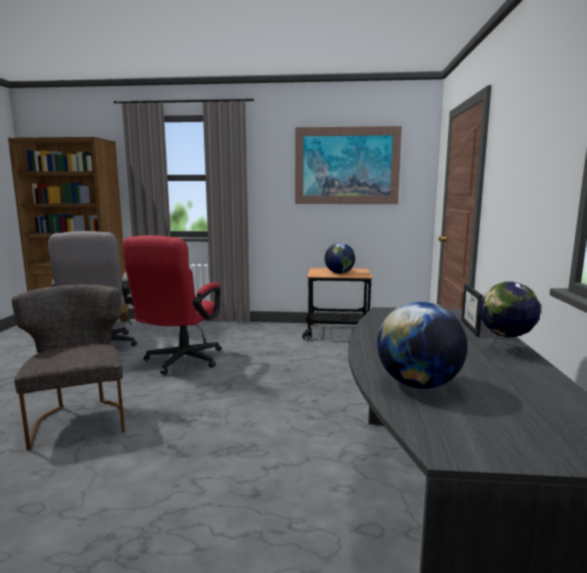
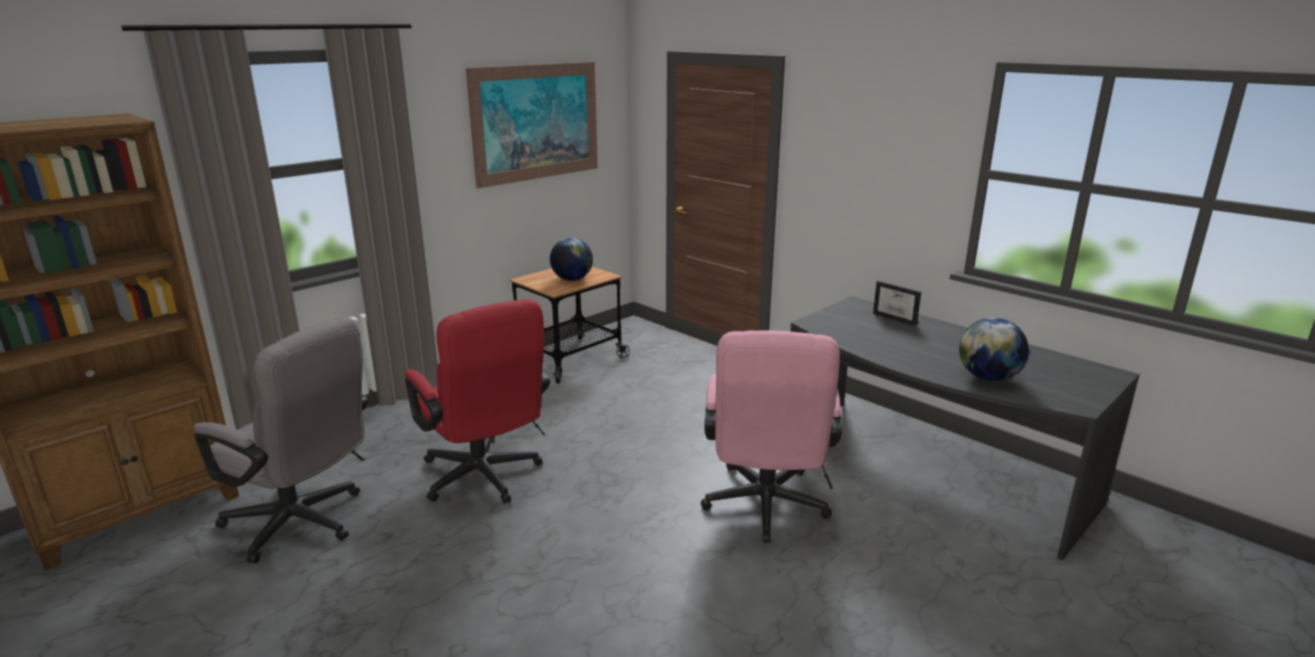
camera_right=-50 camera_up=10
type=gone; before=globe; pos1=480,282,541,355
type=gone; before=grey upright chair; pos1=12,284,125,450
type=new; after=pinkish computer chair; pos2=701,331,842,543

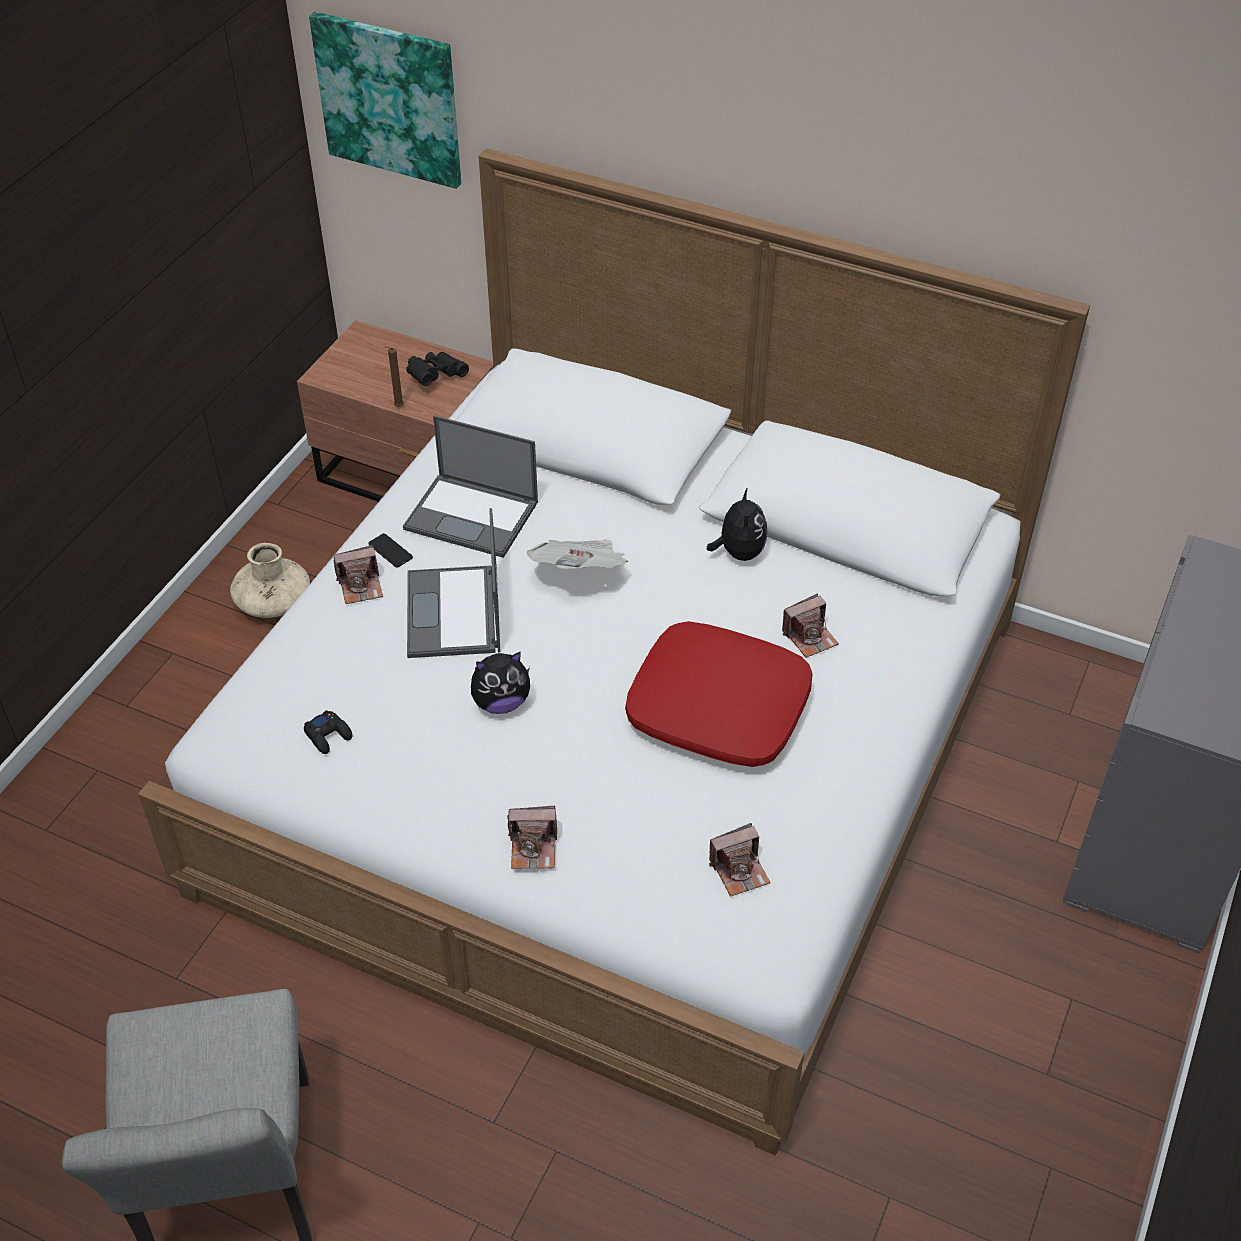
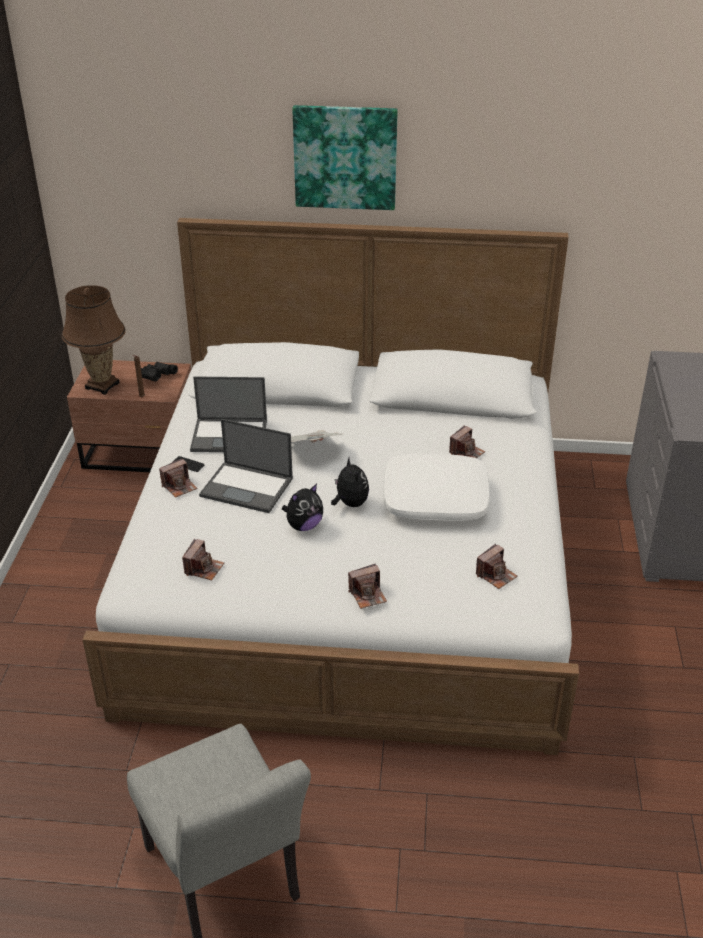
camera_right=-20 camera_up=-10
type=shifted; before=picture; pos1=309,12,461,189; pos2=292,105,398,210
type=shifted; before=soft toy; pos1=706,487,768,561; pos2=331,458,369,507
type=rotated; before=laptop; pos1=407,508,500,658; pos2=199,419,293,513; turn=-45
type=gone; before=beige-coloured vase; pos1=230,543,310,618
type=repainted; before=red-coloured cushion; after=white cushion; pos1=625,621,812,767; pos2=383,454,490,521
type=swapped; before=black-coloured joypad; after=photo camera; pos1=304,710,352,754; pos2=182,539,224,580
type=new; after=brown-coloured table lamp; pos2=62,285,126,395

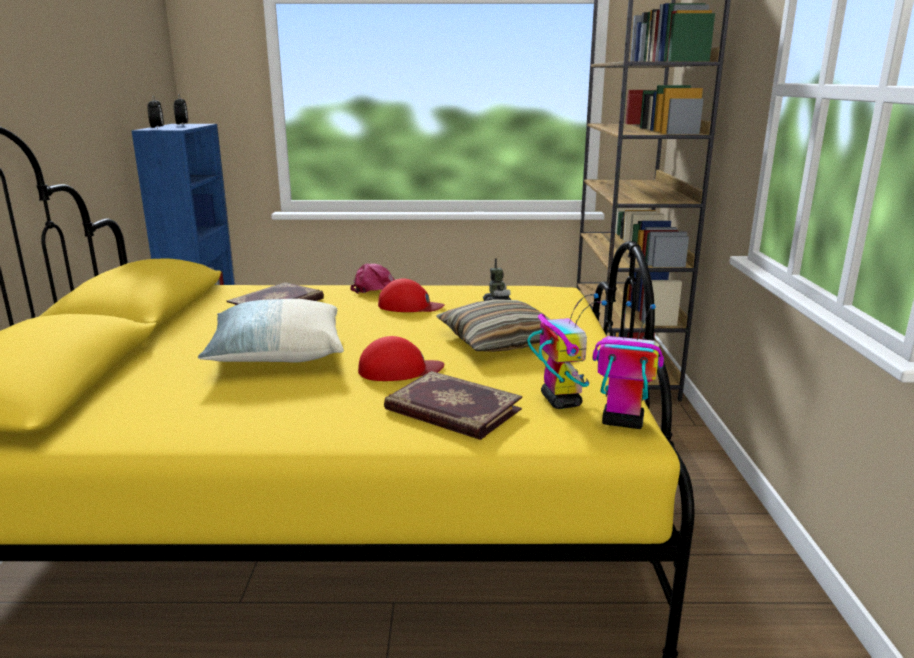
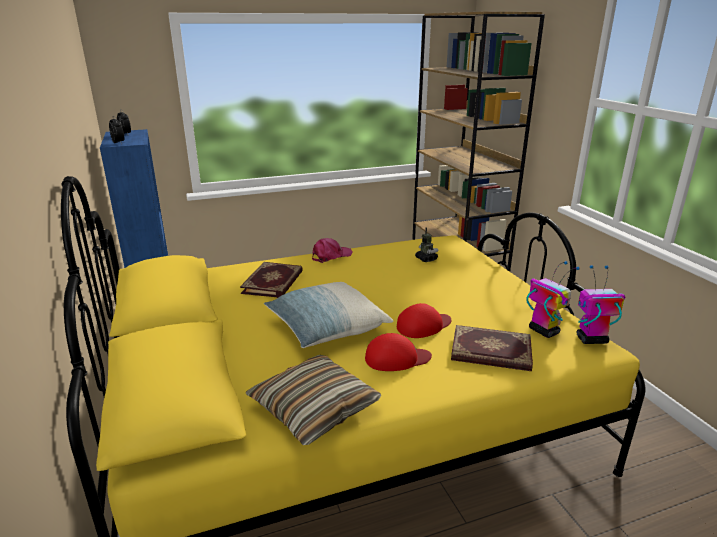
camera_right=-20 camera_up=5
type=shifted; before=red-coloured cap; pos1=378,278,445,312; pos2=365,333,432,371
type=shifted; before=cushion; pos1=436,299,551,352; pos2=246,355,381,445

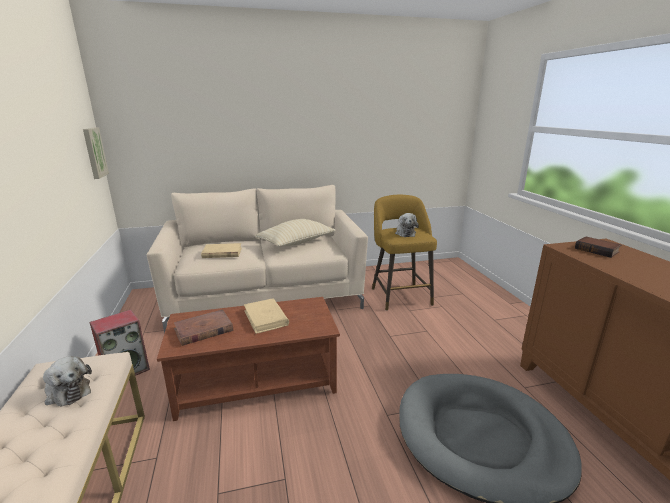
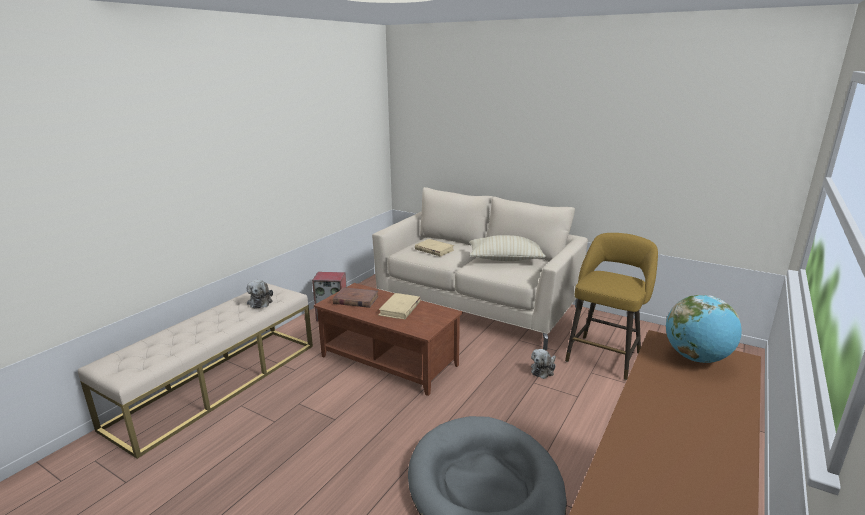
camera_right=45 camera_up=0
type=gone; before=picture; pos1=83,127,109,179
type=shifted; before=soft toy; pos1=395,213,419,237; pos2=531,349,556,379
type=swapped; before=book; after=globe; pos1=575,237,621,258; pos2=666,295,742,363

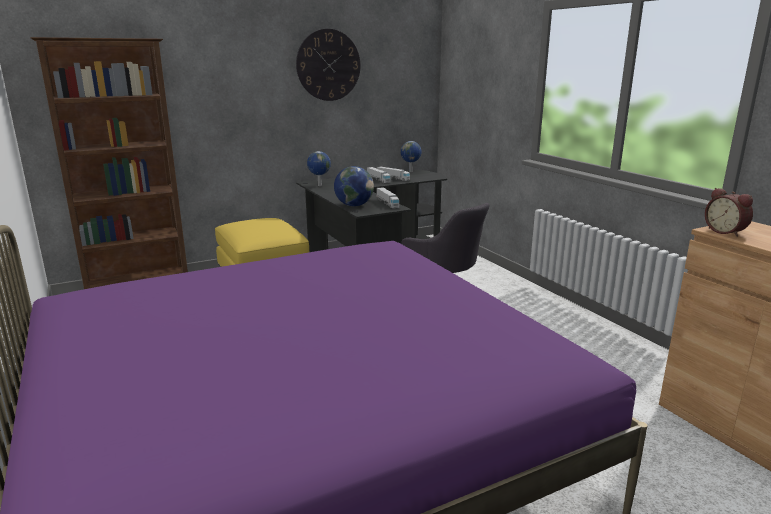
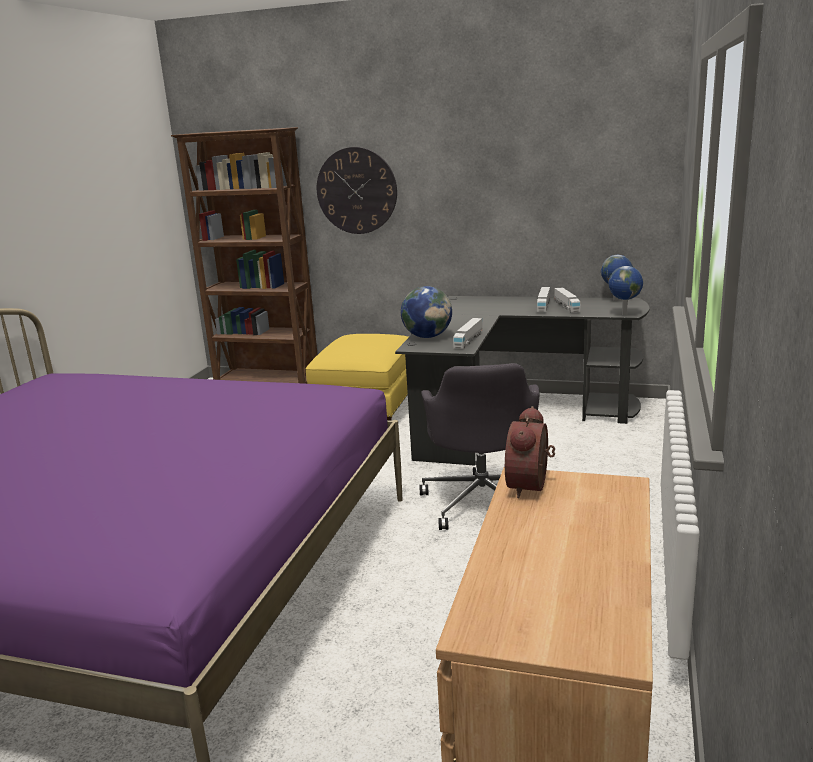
camera_right=45 camera_up=0
type=shifted; before=wall clock; pos1=296,29,360,101; pos2=317,147,397,234
type=shifted; before=globe; pos1=307,151,331,186; pos2=608,266,643,315

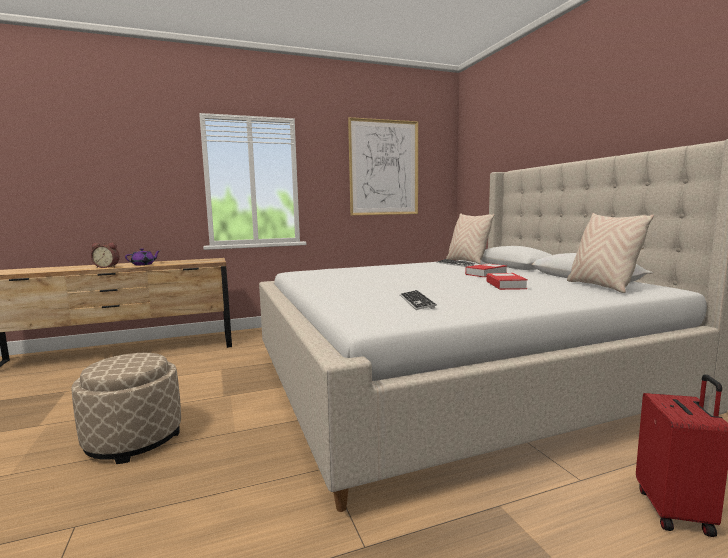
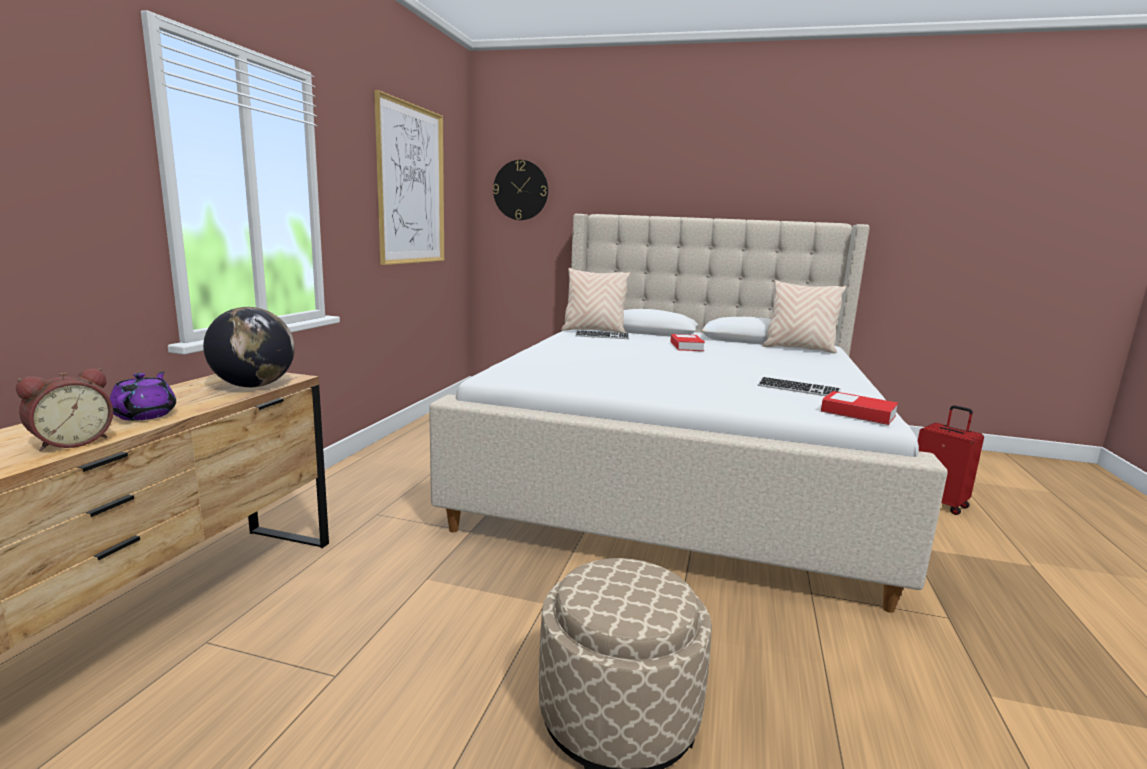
camera_right=-55 camera_up=5
type=shifted; before=book; pos1=486,273,528,290; pos2=821,391,898,425
type=new; after=wall clock; pos2=493,160,548,220
type=new; after=globe; pos2=203,307,295,387

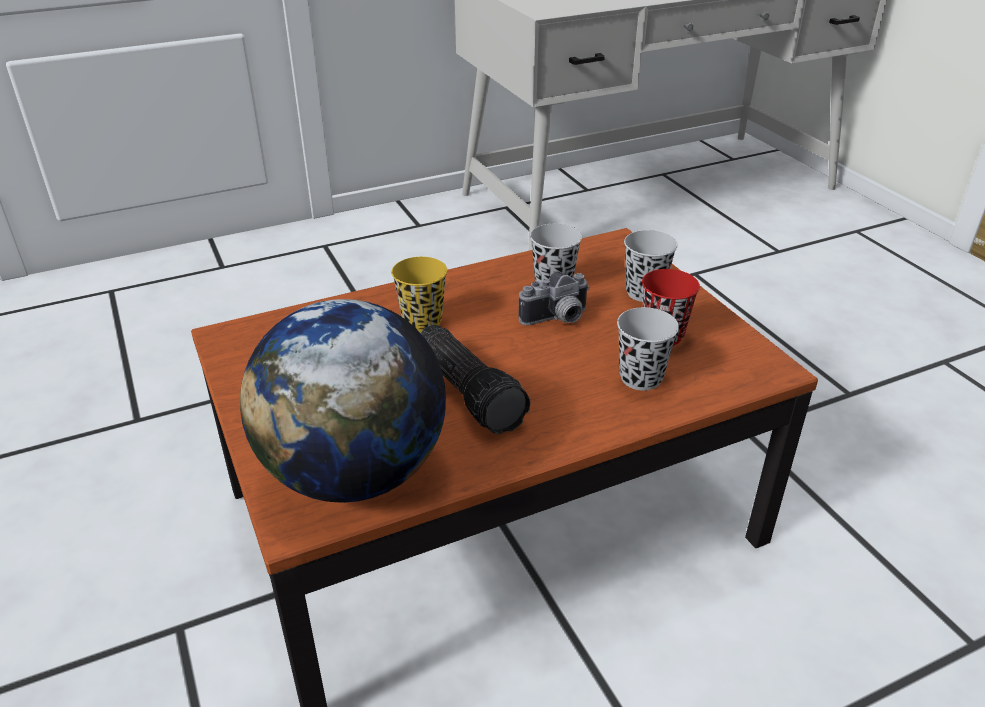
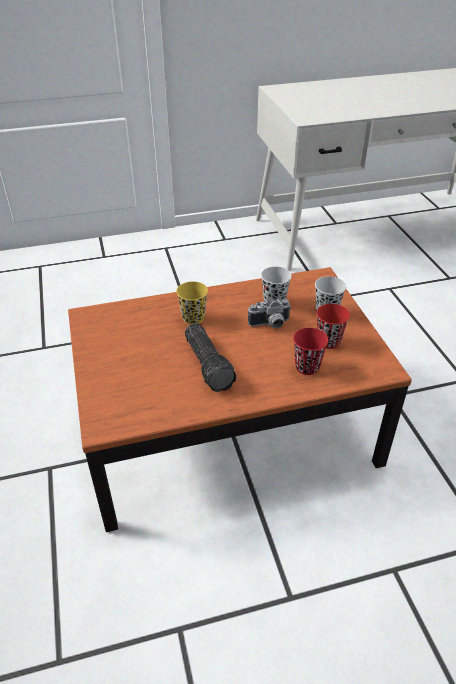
camera_right=10 camera_up=5
type=gone; before=globe; pos1=240,299,446,503
type=repainted; before=black-coloured small cup; after=red-coloured small cup; pos1=617,307,679,391; pos2=293,328,328,375

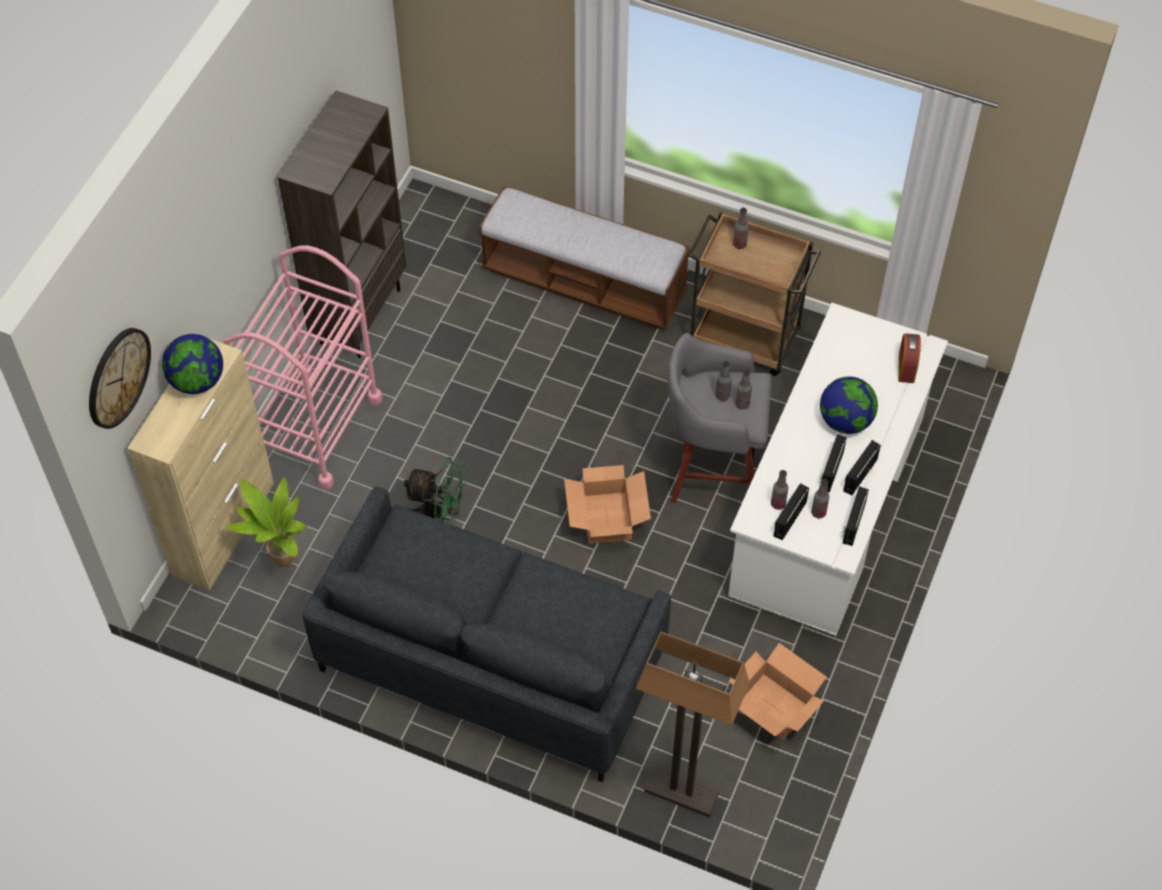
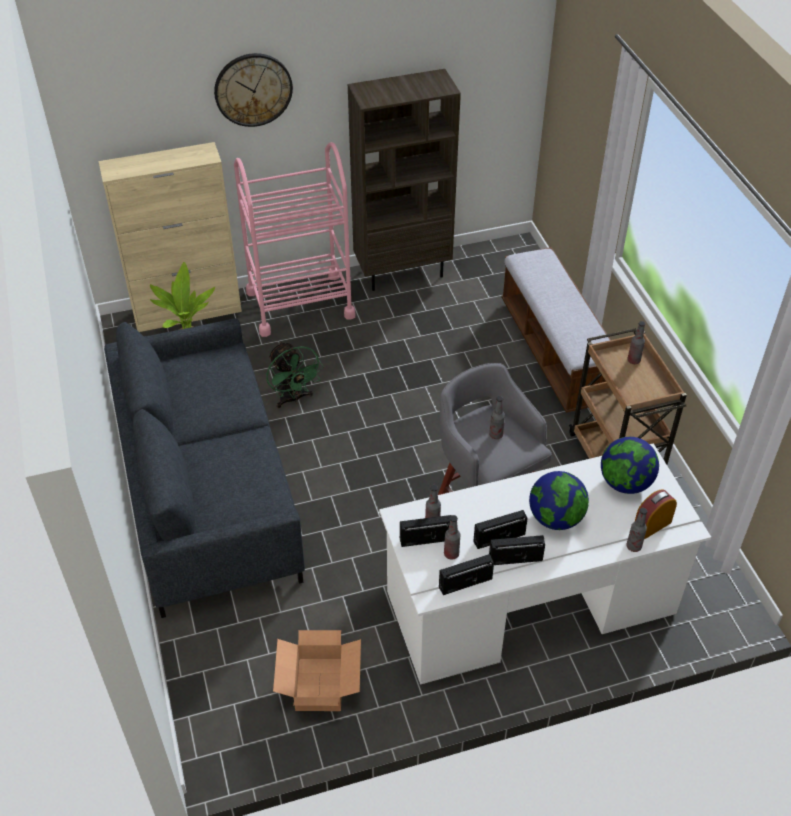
camera_right=50 camera_up=-10
type=shifted; before=wall clock; pos1=89,328,151,429; pos2=214,53,293,127
type=shifted; before=globe; pos1=162,334,223,394; pos2=601,437,659,494
type=shifted; before=bottle; pos1=736,369,752,409; pos2=626,508,647,552
type=gone; before=carton; pos1=564,465,651,544
type=gone; before=standard lamp; pos1=635,632,750,817

